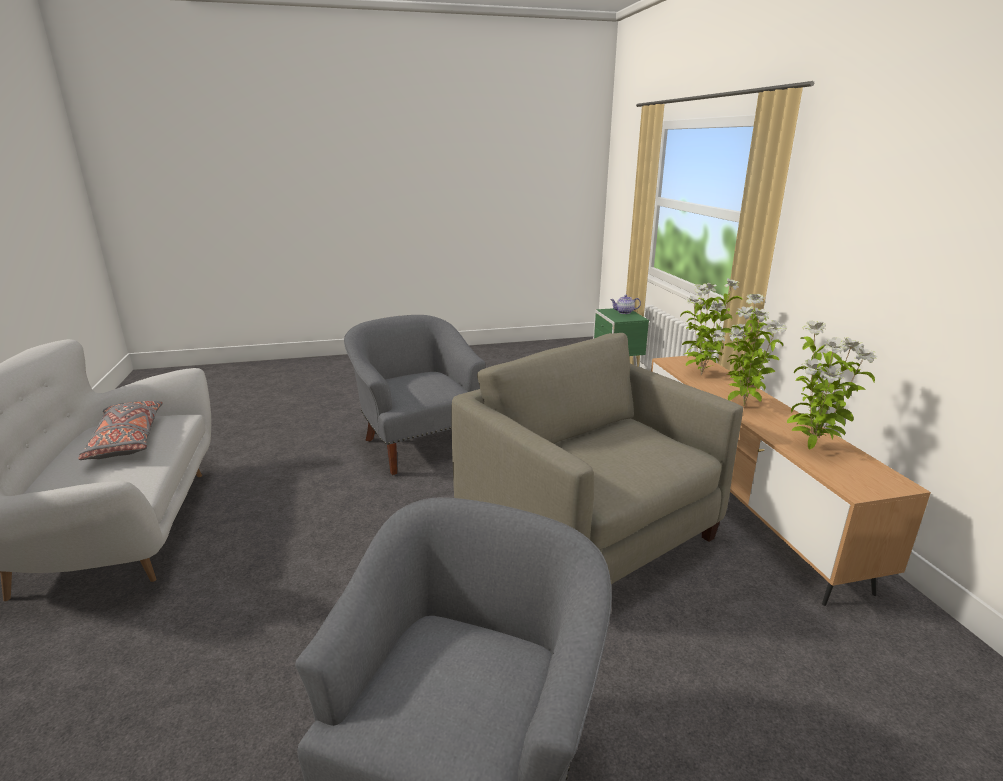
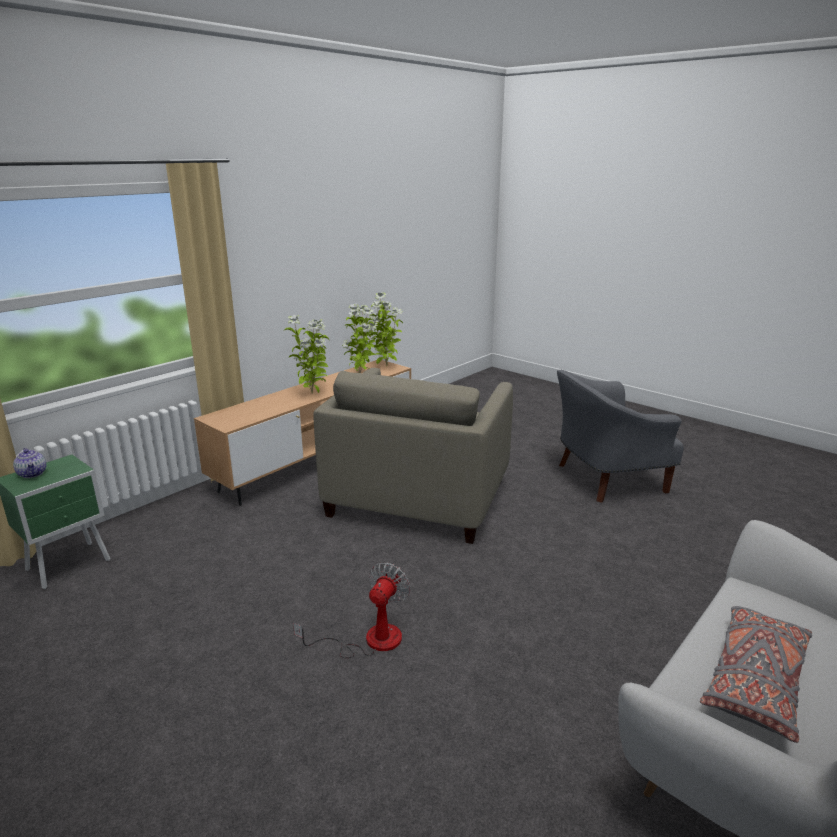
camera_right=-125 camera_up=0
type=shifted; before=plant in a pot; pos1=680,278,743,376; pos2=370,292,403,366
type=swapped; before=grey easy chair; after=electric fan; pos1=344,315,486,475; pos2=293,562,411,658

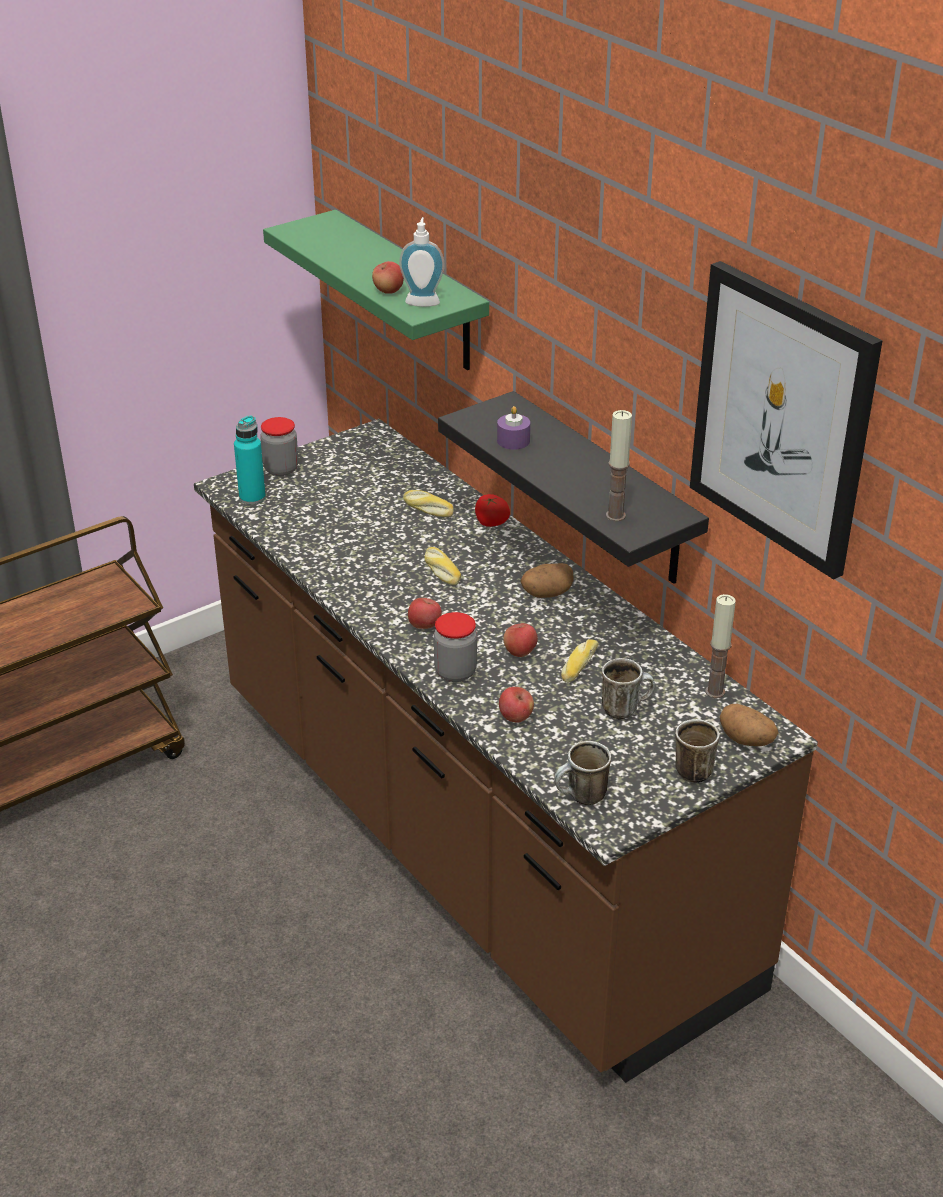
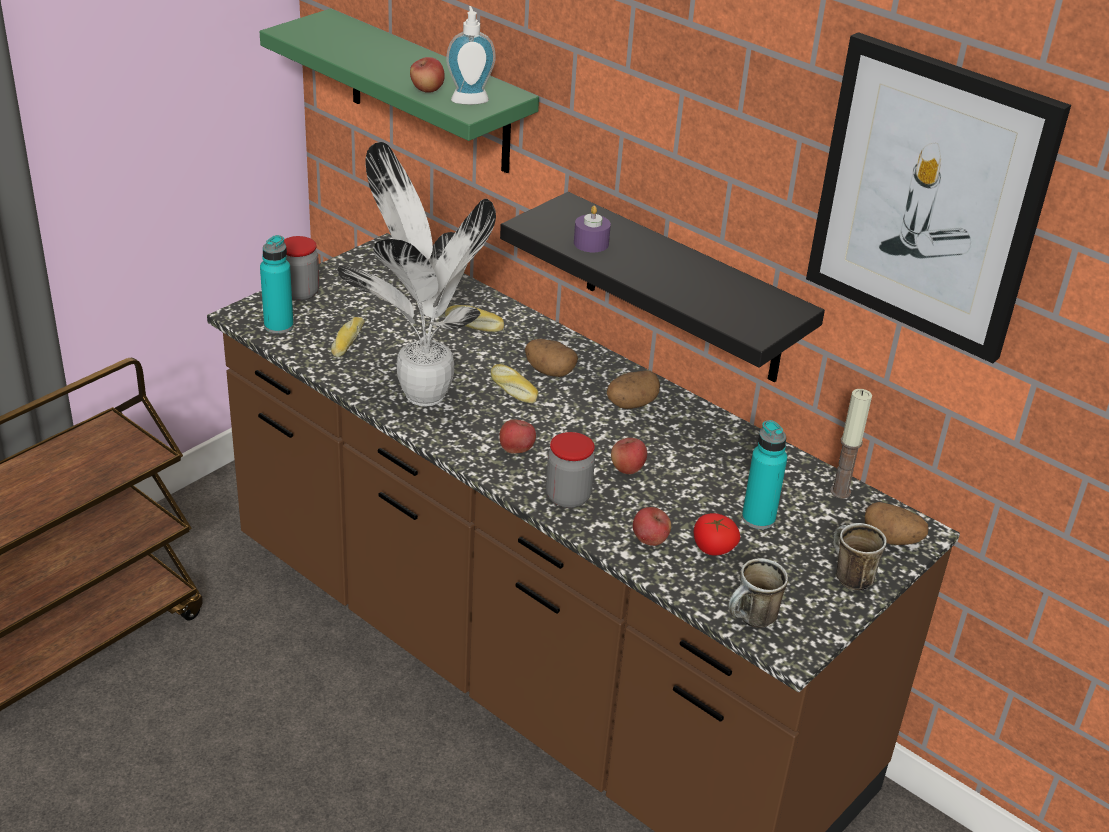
camera_right=-15 camera_up=0
type=gone; before=wax light; pos1=606,410,632,522
type=shifted; before=tomato; pos1=475,494,510,527; pos2=694,513,740,555
type=shifted; before=bakery bread; pos1=561,639,599,683; pos2=331,317,365,357
type=swapped; before=coffee mug; after=blue-green bottle; pos1=602,658,655,720; pos2=742,420,787,529
type=new; after=plant in a pot; pos2=337,142,496,407
type=new; after=whole potato; pos2=525,339,578,377

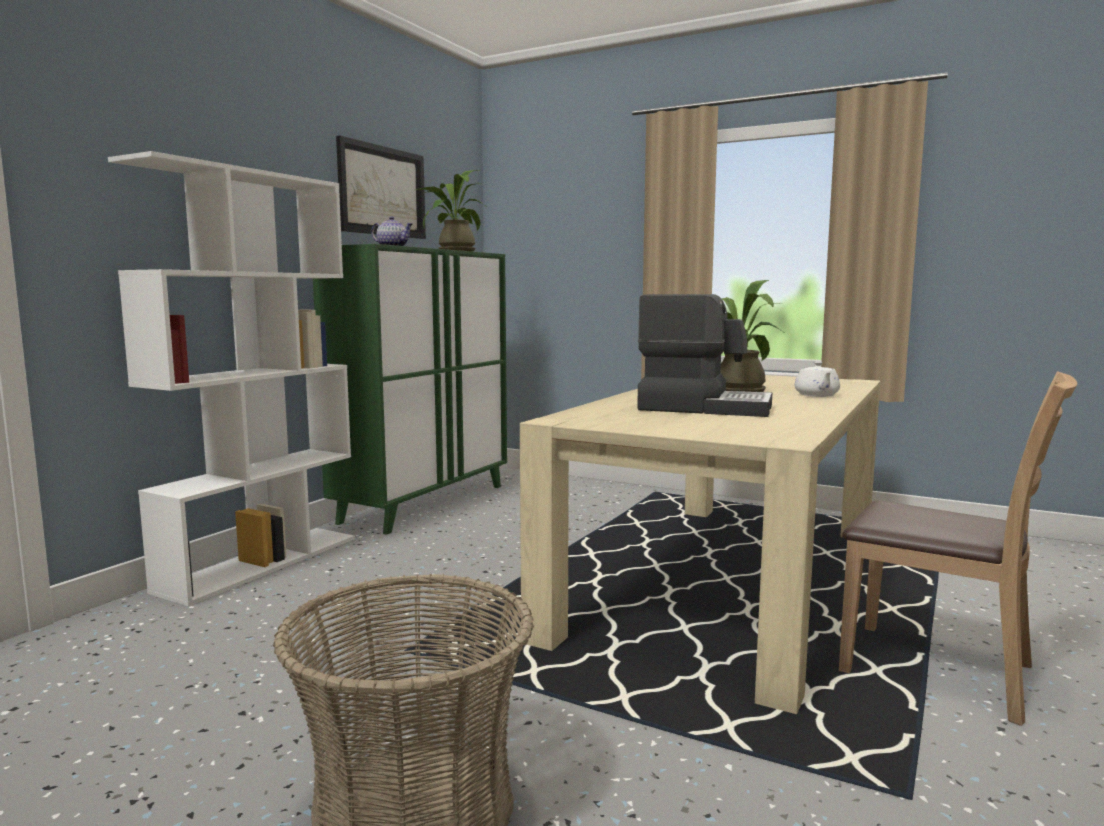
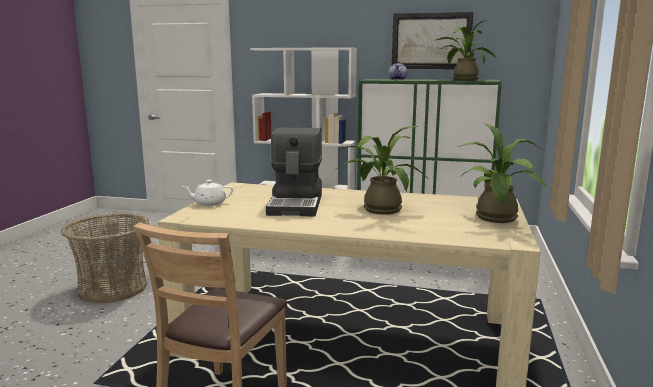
camera_right=75 camera_up=5
type=shifted; before=white teapot; pos1=795,361,840,397; pos2=182,180,233,206
type=new; after=plant in a pot; pos2=457,124,547,223

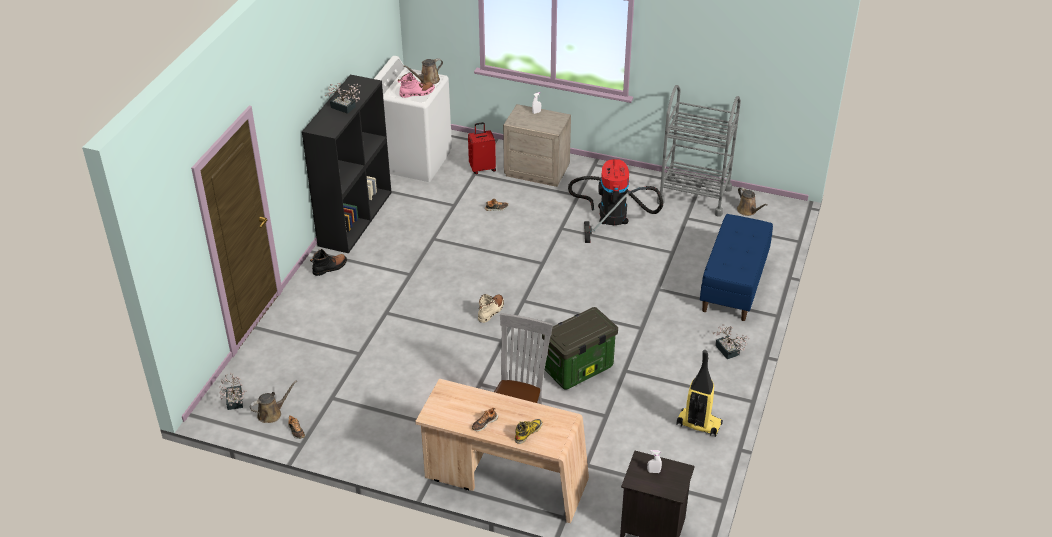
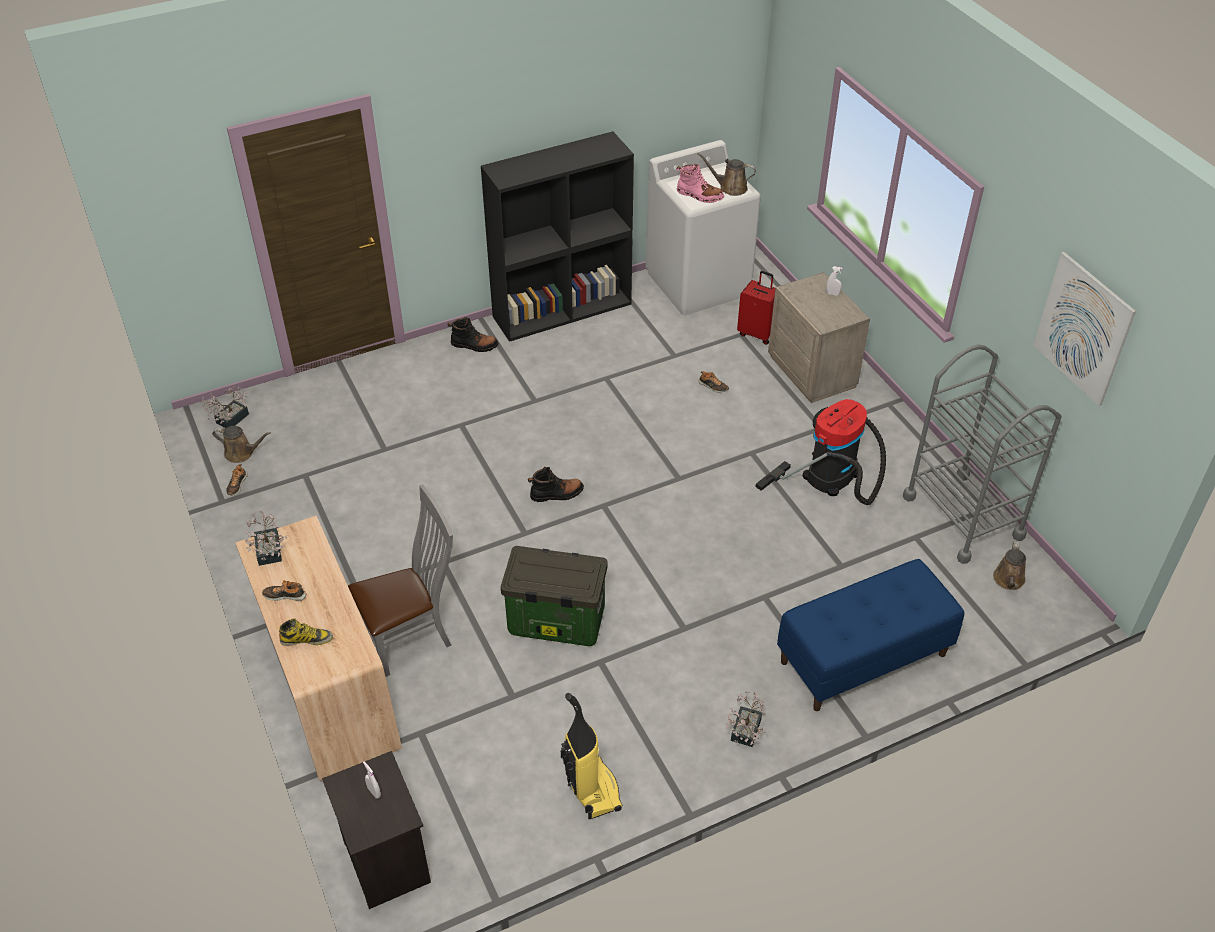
camera_right=45 camera_up=5
type=shifted; before=plant in a pot; pos1=325,83,361,114; pos2=244,510,287,566
type=repainted; before=beige-coloured boot; after=black-coloured boot; pos1=478,294,504,323; pos2=528,467,584,502
type=new; after=picture; pos2=1033,252,1136,406

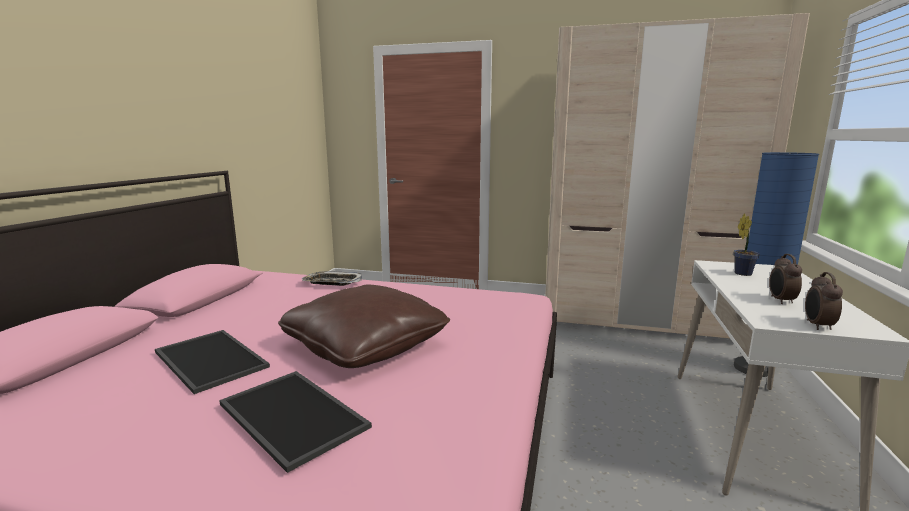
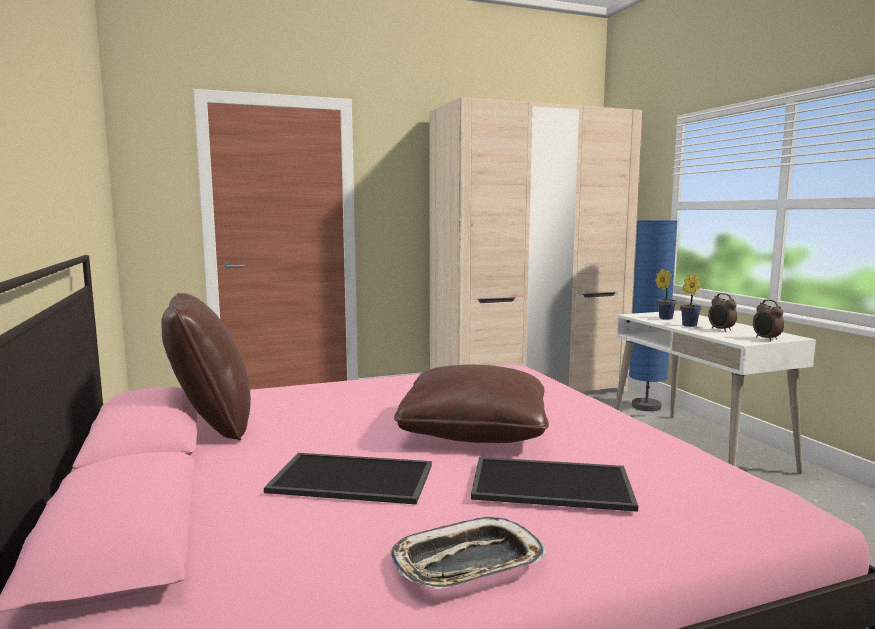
camera_right=-35 camera_up=-5
type=shifted; before=tray; pos1=302,271,362,286; pos2=391,516,546,589
type=new; after=plant in a pot; pos2=680,273,702,327
type=new; after=brown-coloured cushion; pos2=161,293,251,441

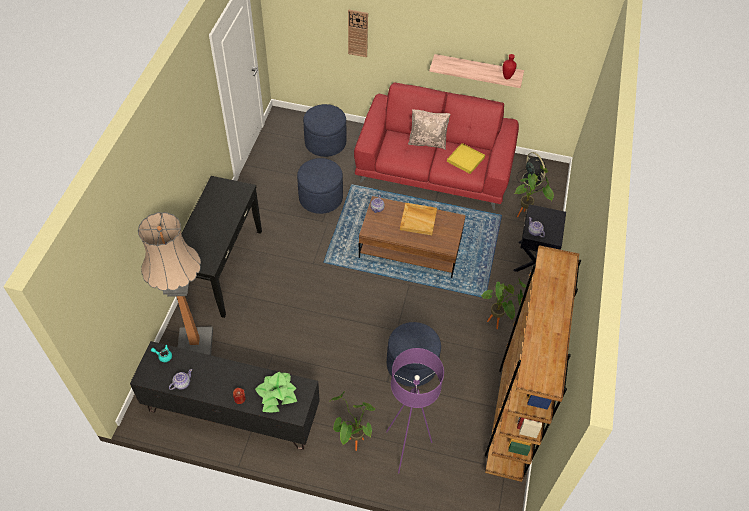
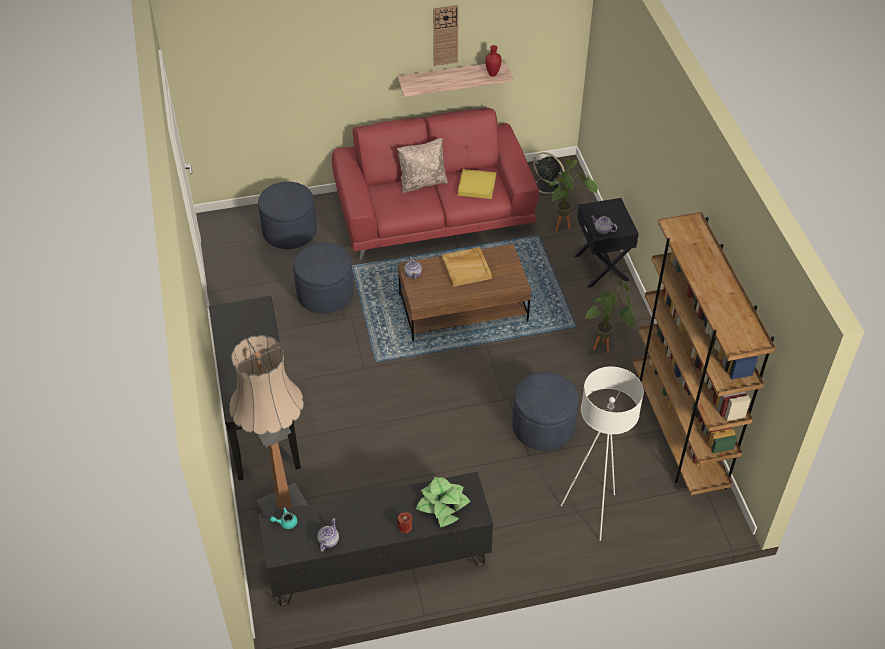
camera_right=-25 camera_up=-5
type=shifted; before=wall clock; pos1=348,10,368,57; pos2=433,5,459,66
type=repainted; before=purplish standard lamp; after=white standard lamp; pos1=386,348,444,474; pos2=561,366,644,541
type=gone; before=plant in a pot; pos1=329,391,375,451

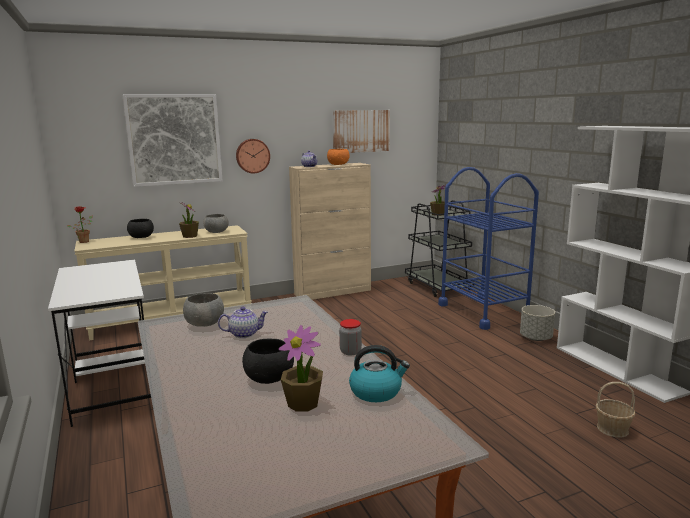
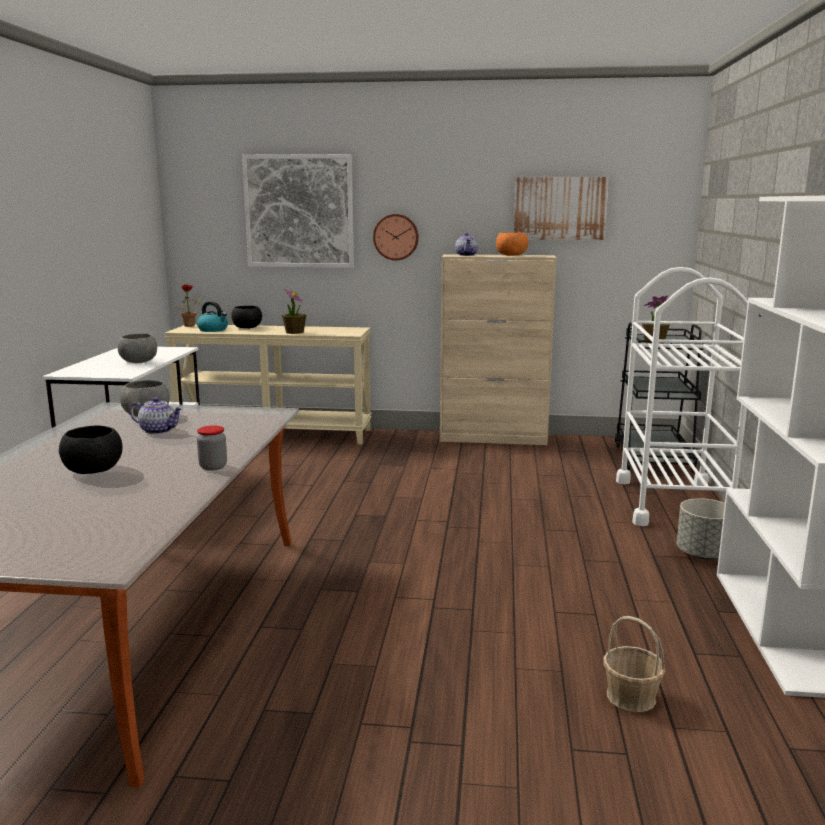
camera_right=30 camera_up=0
type=repainted; before=blue-coloured cart; after=white cart; pos1=438,167,539,330; pos2=616,267,748,526
type=shifted; before=grey deep dish; pos1=203,214,228,233; pos2=118,334,157,363
type=gone; before=plant in a pot; pos1=279,325,323,411
type=shifted; before=tea kettle; pos1=349,345,410,402; pos2=197,301,228,332

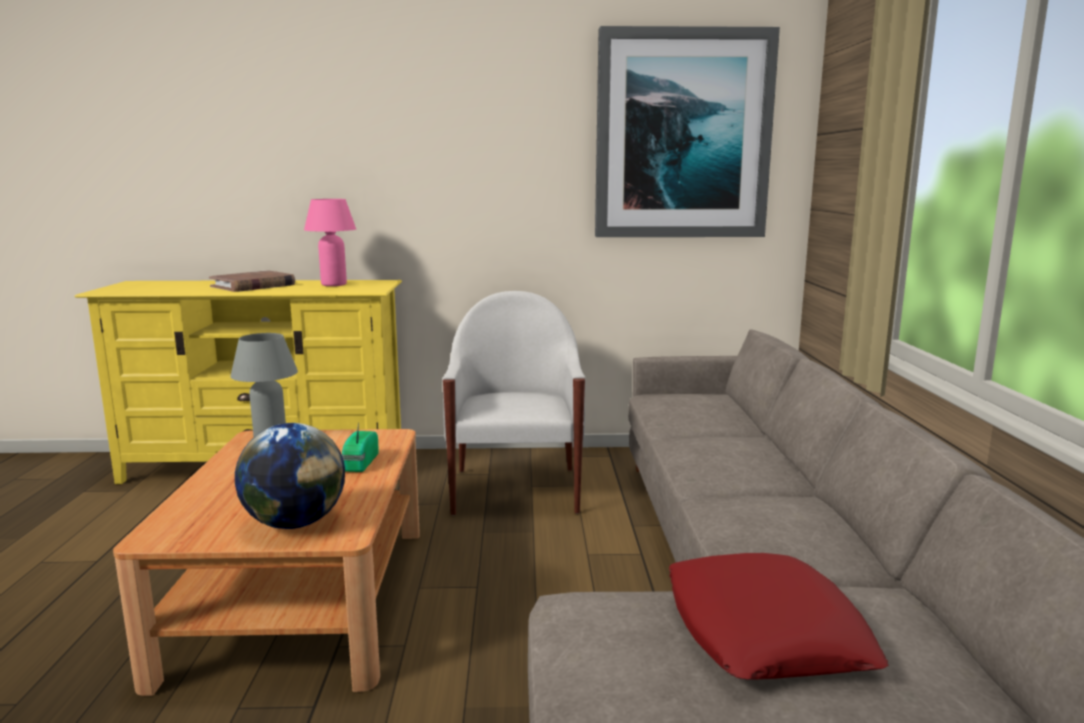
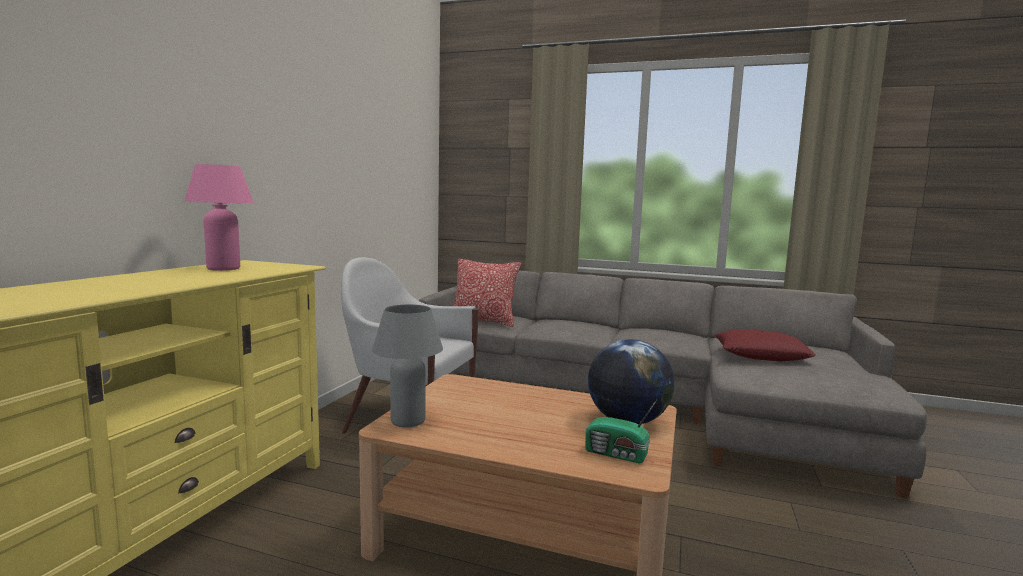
camera_right=-70 camera_up=-5
type=gone; before=picture; pos1=595,26,780,237
type=gone; before=brown-coloured book; pos1=209,270,295,292
type=shifted; before=radio receiver; pos1=341,423,379,472; pos2=585,400,657,464
type=new; after=cushion; pos2=453,259,521,327

